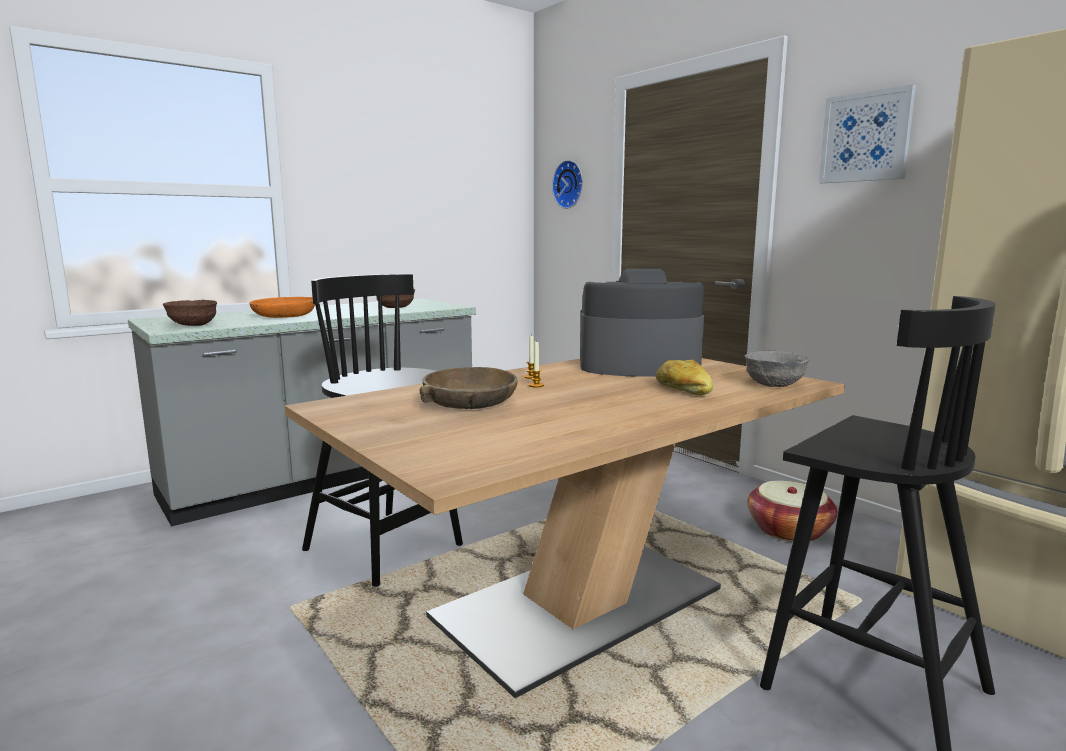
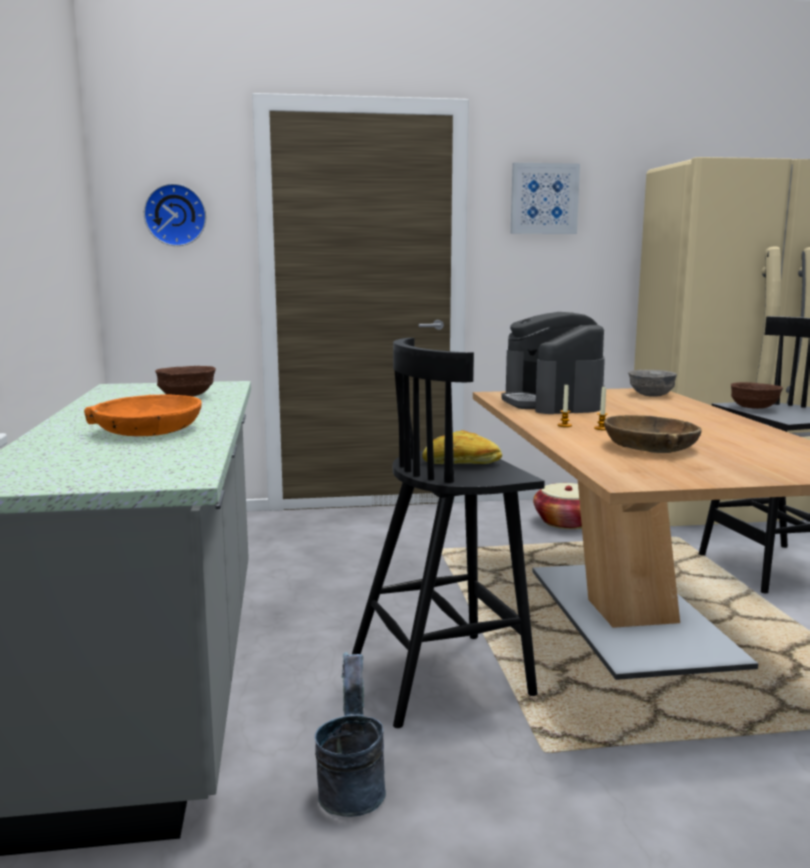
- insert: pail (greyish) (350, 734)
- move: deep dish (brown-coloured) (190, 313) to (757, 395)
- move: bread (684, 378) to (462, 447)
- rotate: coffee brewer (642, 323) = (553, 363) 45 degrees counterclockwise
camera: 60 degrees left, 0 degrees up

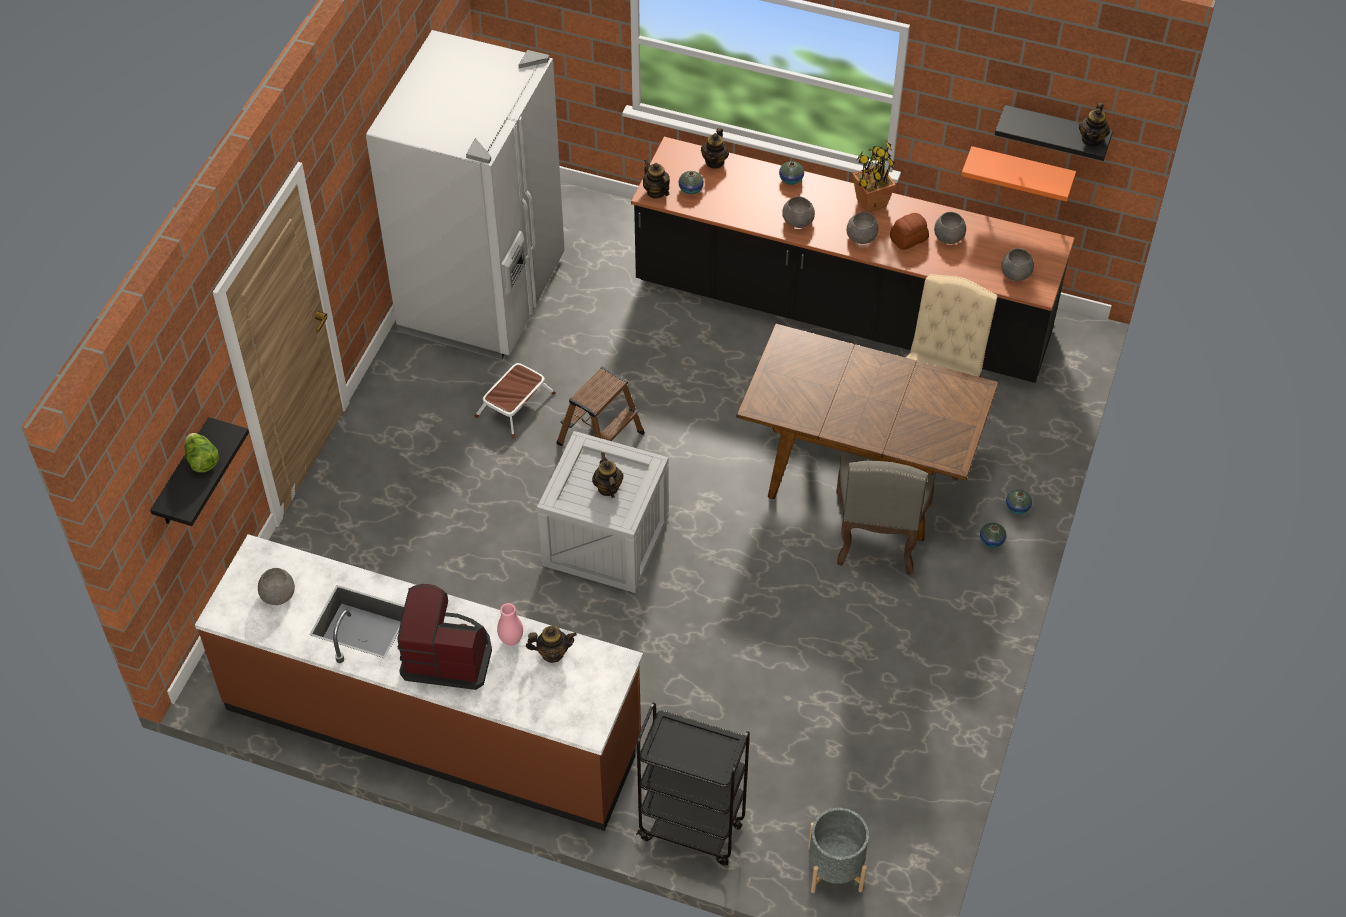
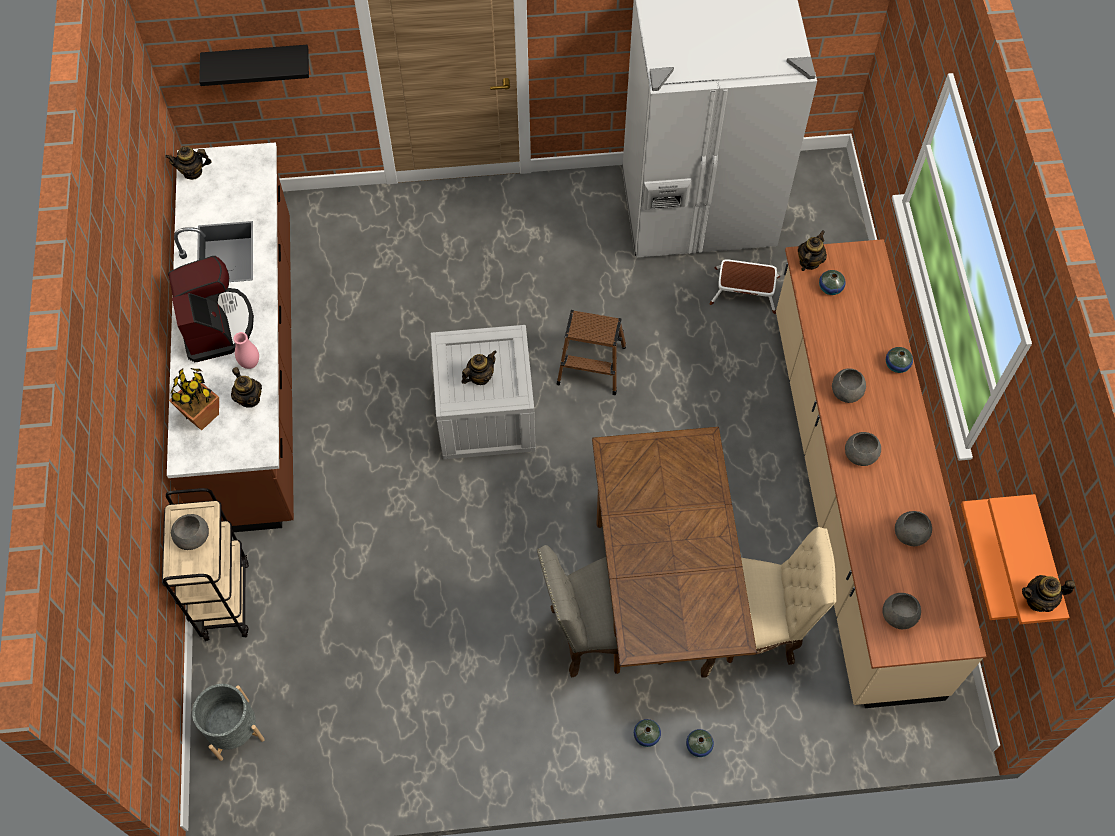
- delete: lettuce head (202, 452)
- delete: bread (909, 231)
- move: deep dish (greyish) (276, 586) to (190, 532)
- move: step stool (brown-coloured) (515, 401) to (744, 286)
- move: teapot (715, 148) to (188, 163)
- move: potted plant (874, 177) to (194, 399)
- recolor: counter (black-coloured) (853, 260) to counter (beige) (881, 473)
- recolor: wheeled cart (black-coloured) (693, 784) to wheeled cart (beige) (205, 564)
- recolor: wall shelf (black-coloured) (1054, 133) to wall shelf (orangey) (1028, 559)
camera: 65 degrees right, 10 degrees up

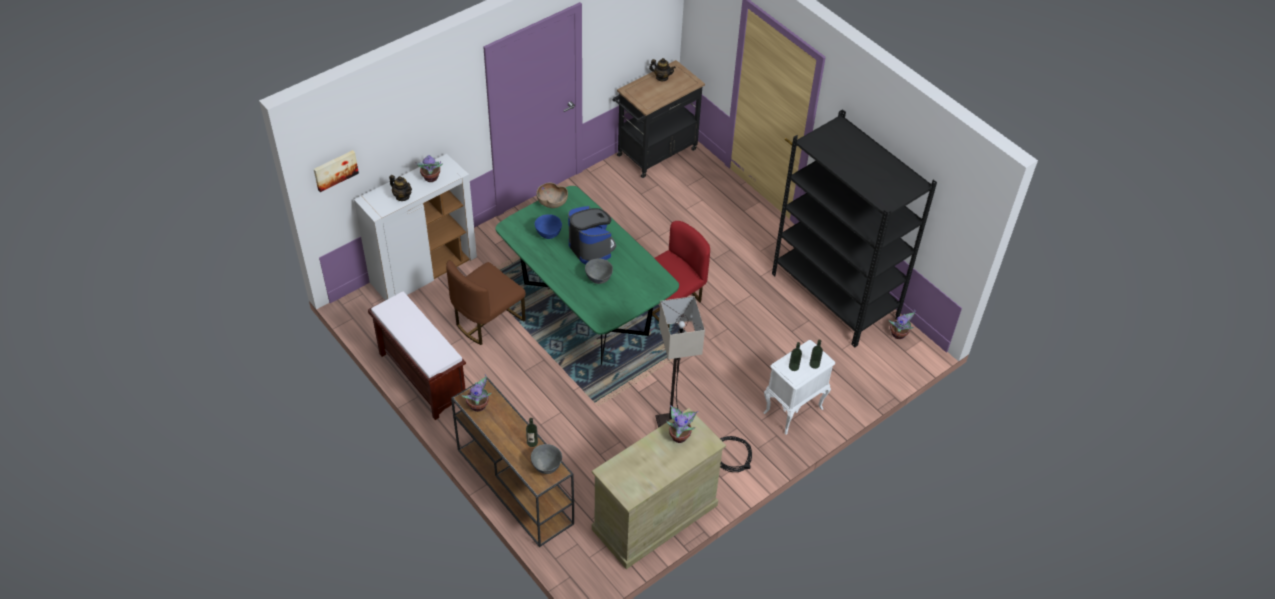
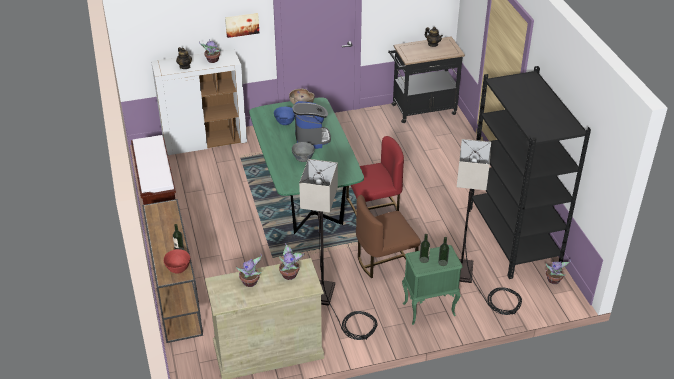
- insert: standard lamp (489, 227)
- move: picture (336, 171) to (242, 25)
- move: plain chair (brown-coloured) (486, 302) to (388, 236)
- move: potted plant (476, 393) to (249, 270)
- recolor: deep dish (greyish) (546, 459) to deep dish (red) (177, 261)
- recolor: nightstand (white-coloured) (799, 387) to nightstand (greenish) (432, 285)
camera: 25 degrees right, 10 degrees down

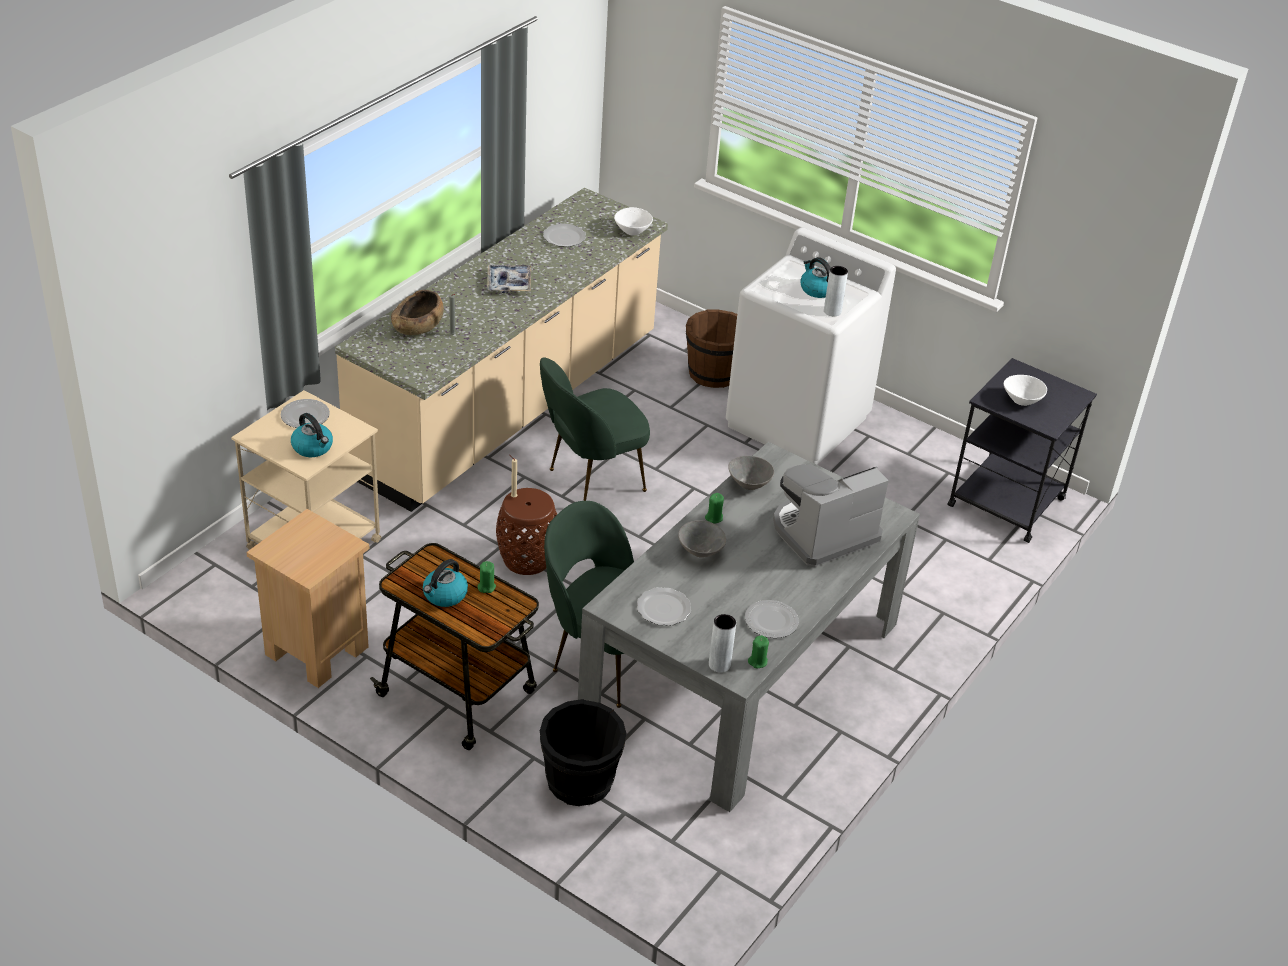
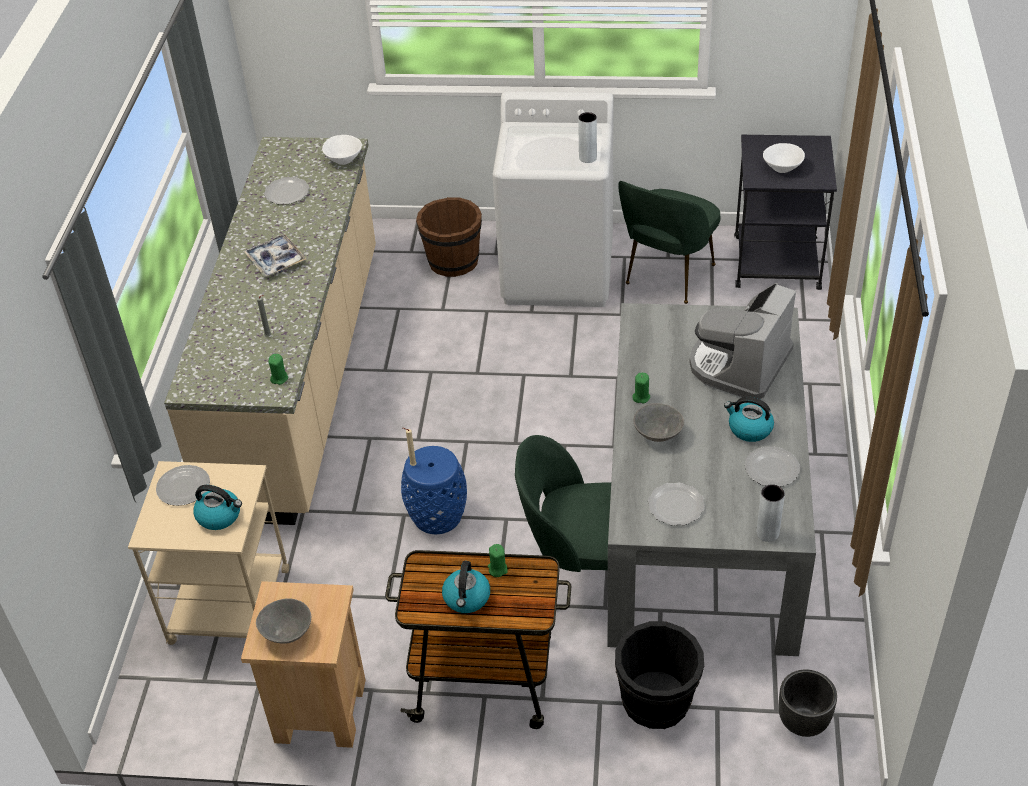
- delete: deep dish (brown-coloured) (417, 312)
- insert: planter (black-coloured) (807, 703)
- move: plain chair (greenish) (595, 429) to (669, 242)
- move: deep dish (greyish) (751, 473) to (283, 621)
- move: wax candle (greenish) (758, 651) to (278, 369)
- move: kettle (815, 277) to (749, 419)
- recolor: sitting stool (brown-coloured) (526, 531) to sitting stool (bluish) (434, 490)
camera: 25 degrees left, 5 degrees up

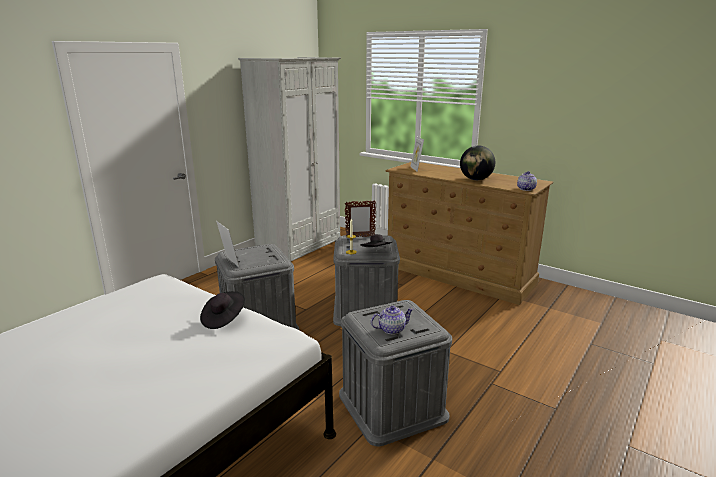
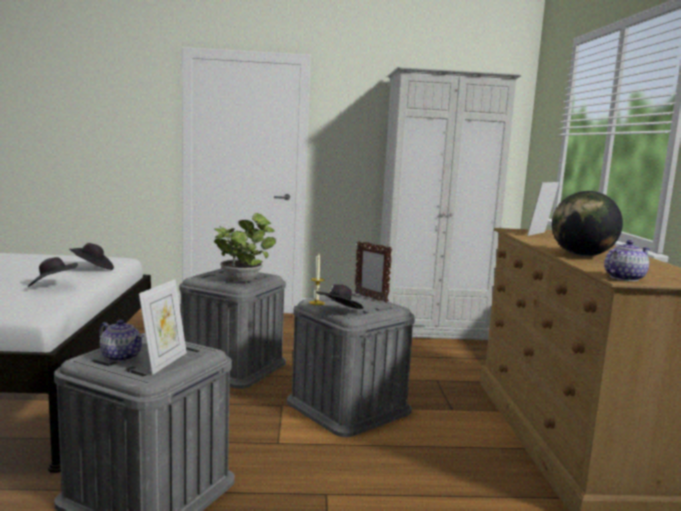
- insert: wearable hat (black-coloured) (91, 256)
- insert: potted plant (244, 247)
- move: standing frame (228, 244) to (163, 327)
camera: 50 degrees right, 10 degrees down

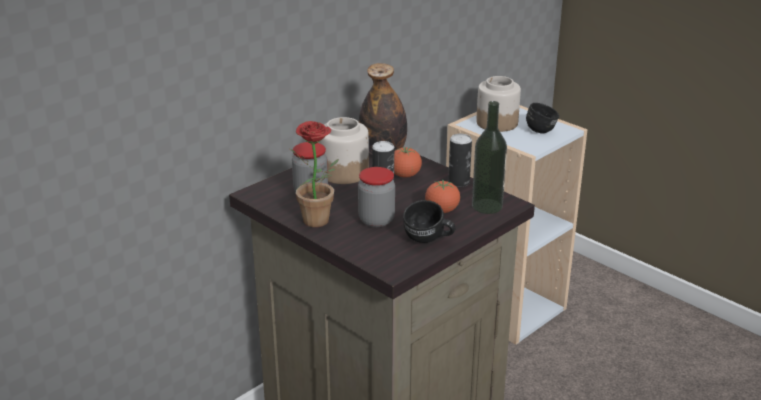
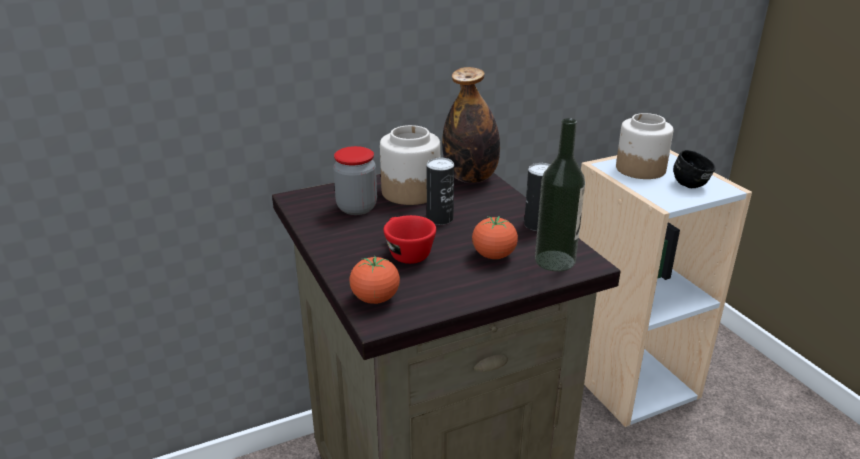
- delete: potted plant (314, 174)
- delete: mug (black-coloured) (429, 221)
- move: tomato (408, 162) to (374, 280)
- replace: preserve jar (376, 197) to small cup (red) (410, 239)
camera: 20 degrees right, 0 degrees up

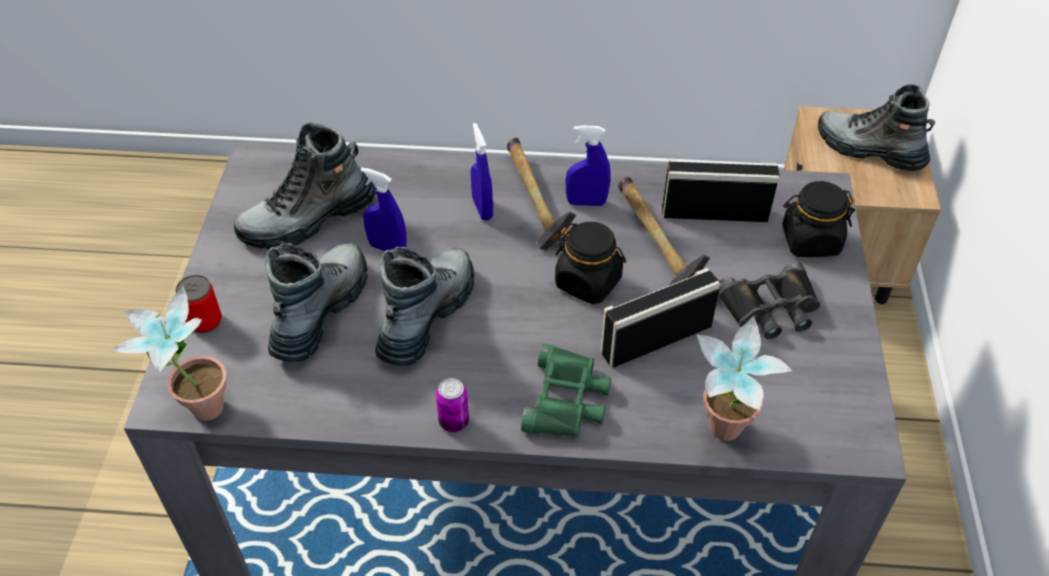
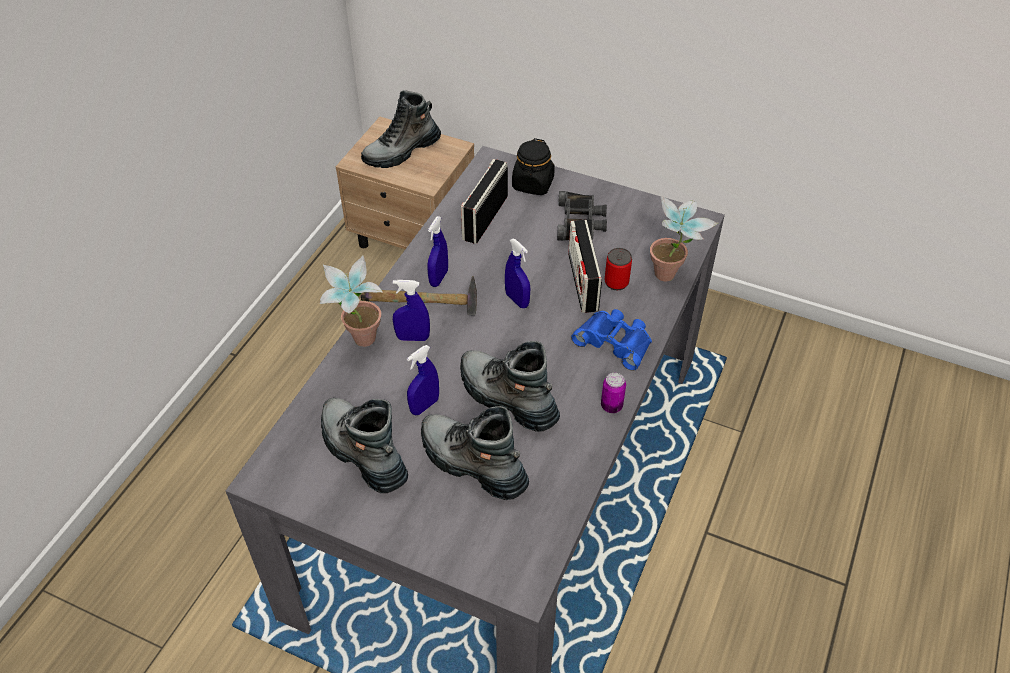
- delete: hammer (664, 231)
- move: potted plant (168, 353) to (351, 301)
- move: can (199, 304) to (618, 269)
- replace: preserve jar (black-coloured) (590, 263) to sprayer (bluish) (518, 273)
- recolor: binoculars (greenish) (566, 390) to binoculars (bluish) (611, 340)
- rotate: tall boot (305, 185) = (364, 445) 150 degrees clockwise
camera: 70 degrees left, 0 degrees up

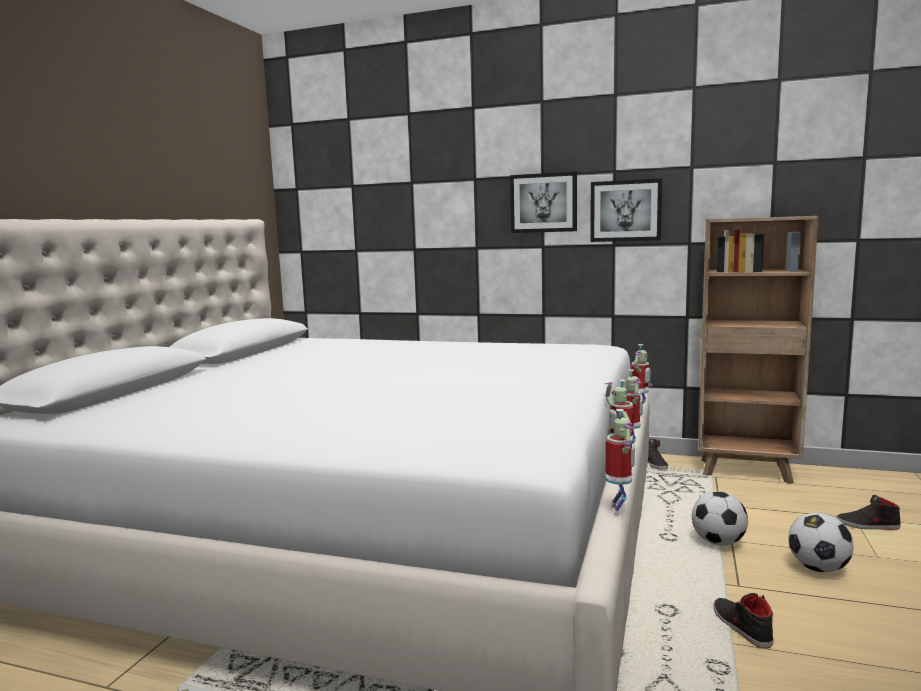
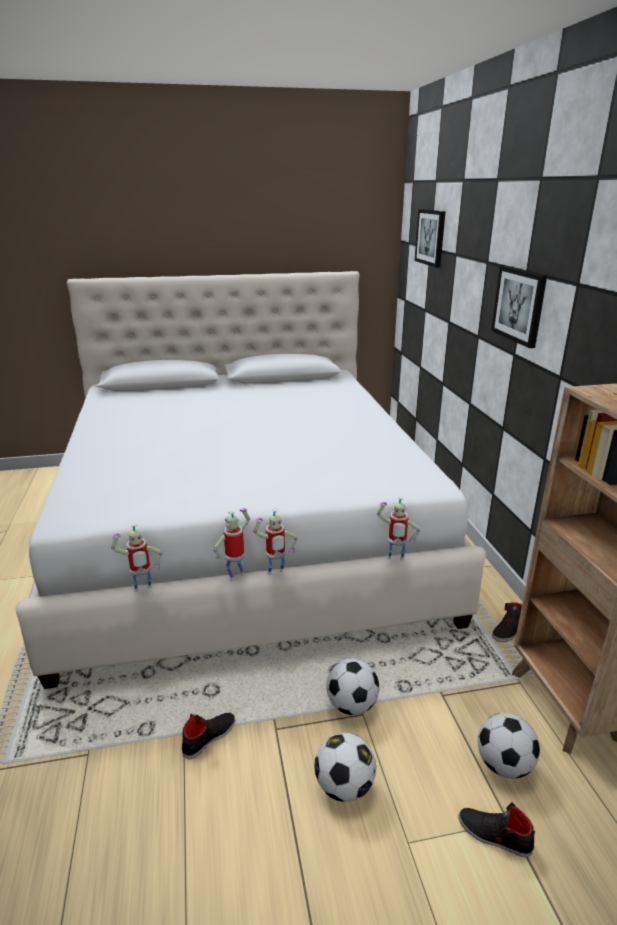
- insert: ball for football (509, 745)
- move: picture (626, 210) to (430, 238)
- rotate: low shoe (black-coloured) (868, 512) = (496, 829) 45 degrees counterclockwise
camera: 60 degrees right, 15 degrees up

